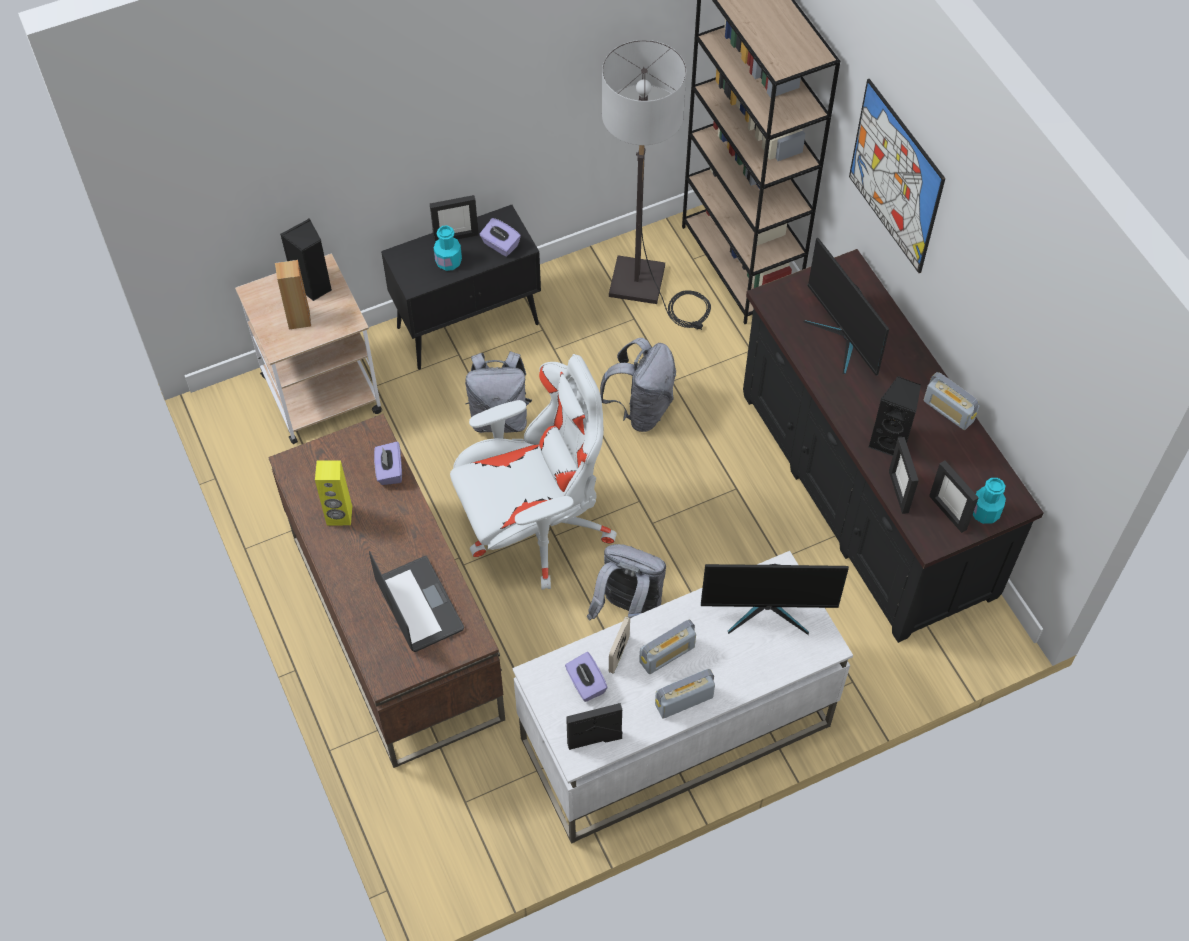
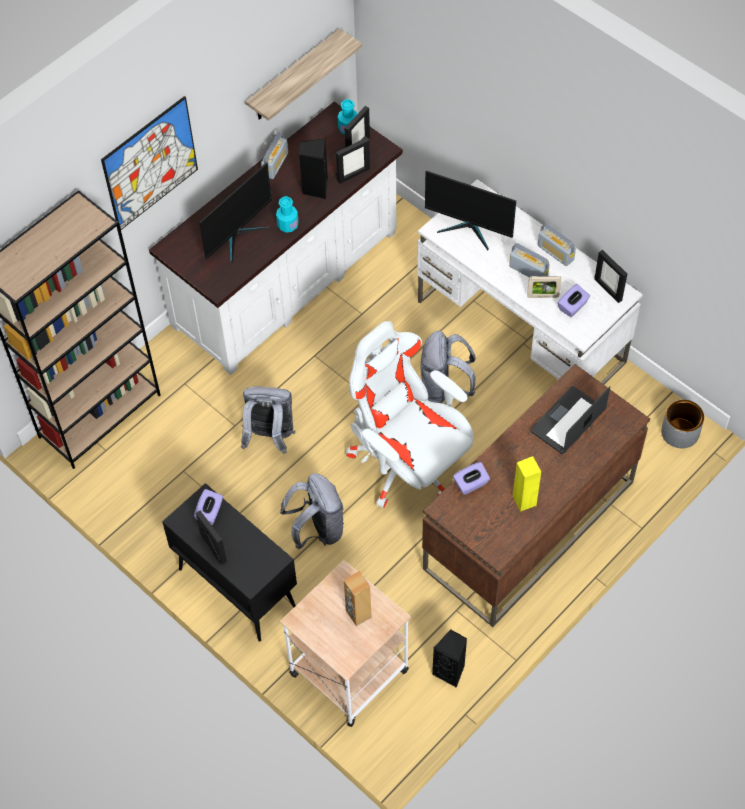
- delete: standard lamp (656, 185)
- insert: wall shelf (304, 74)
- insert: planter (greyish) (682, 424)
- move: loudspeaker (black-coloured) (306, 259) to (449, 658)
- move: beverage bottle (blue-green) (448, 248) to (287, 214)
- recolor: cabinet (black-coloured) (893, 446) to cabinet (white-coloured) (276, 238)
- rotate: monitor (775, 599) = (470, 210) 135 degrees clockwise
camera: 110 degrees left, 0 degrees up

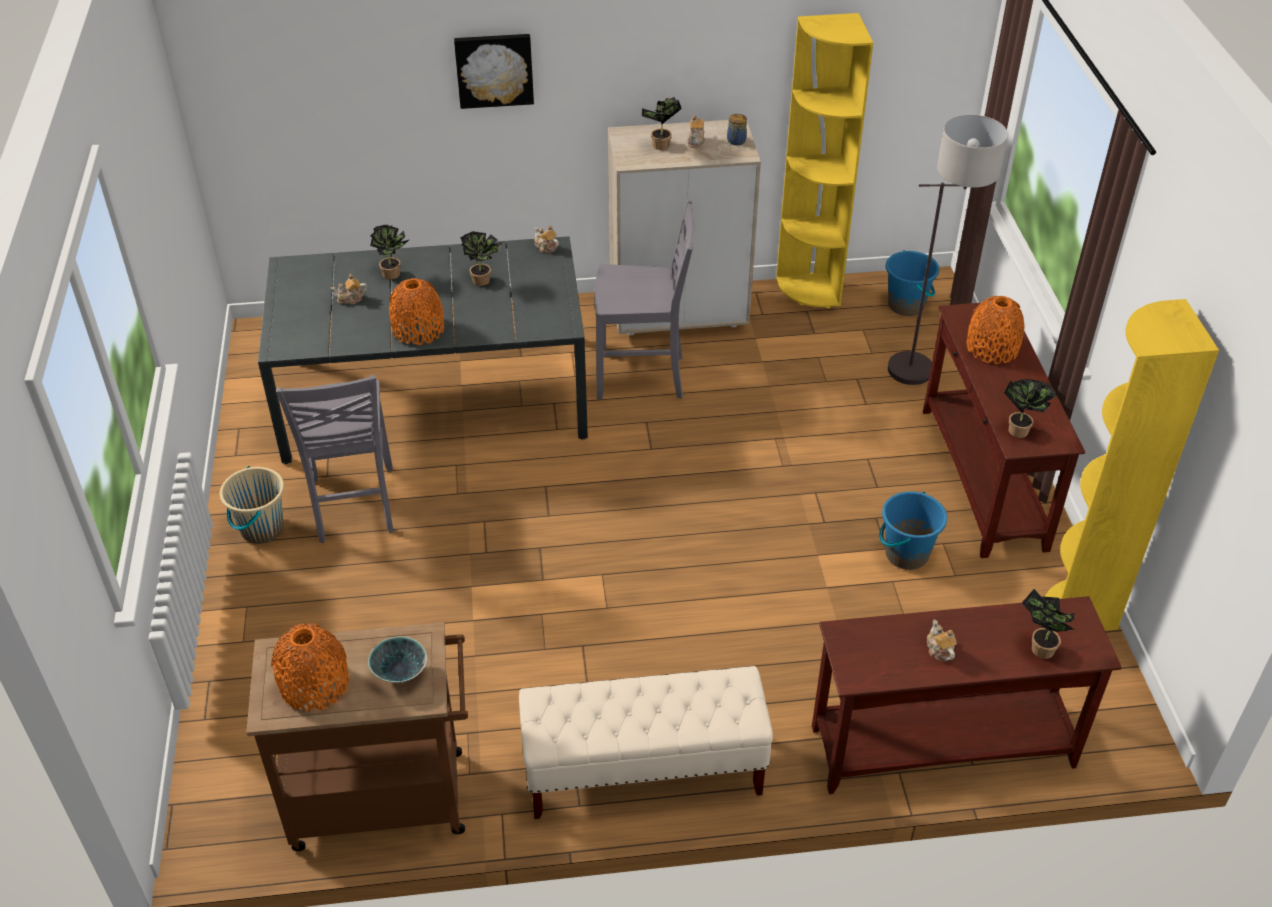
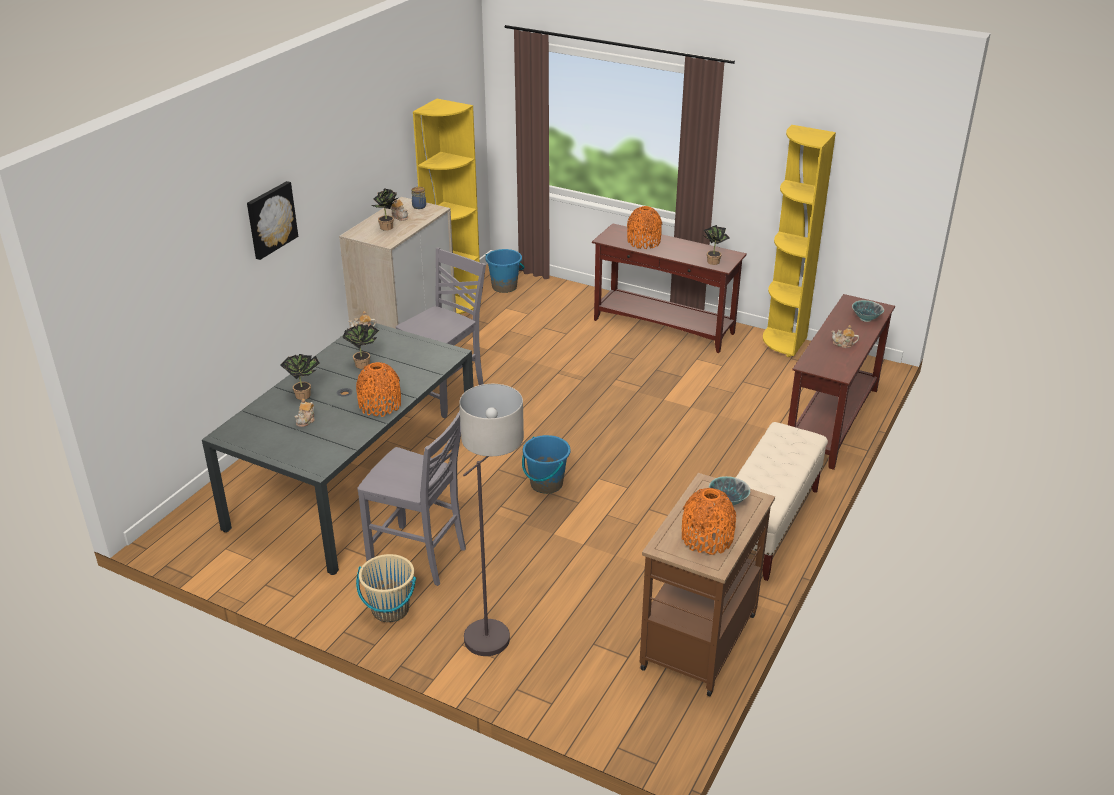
- move: pail (bluish) (913, 530) to (546, 464)
- move: standard lamp (greyish) (948, 250) to (491, 520)
- replace: potted plant (1048, 624) to deep dish (868, 311)
camera: 55 degrees left, 10 degrees down

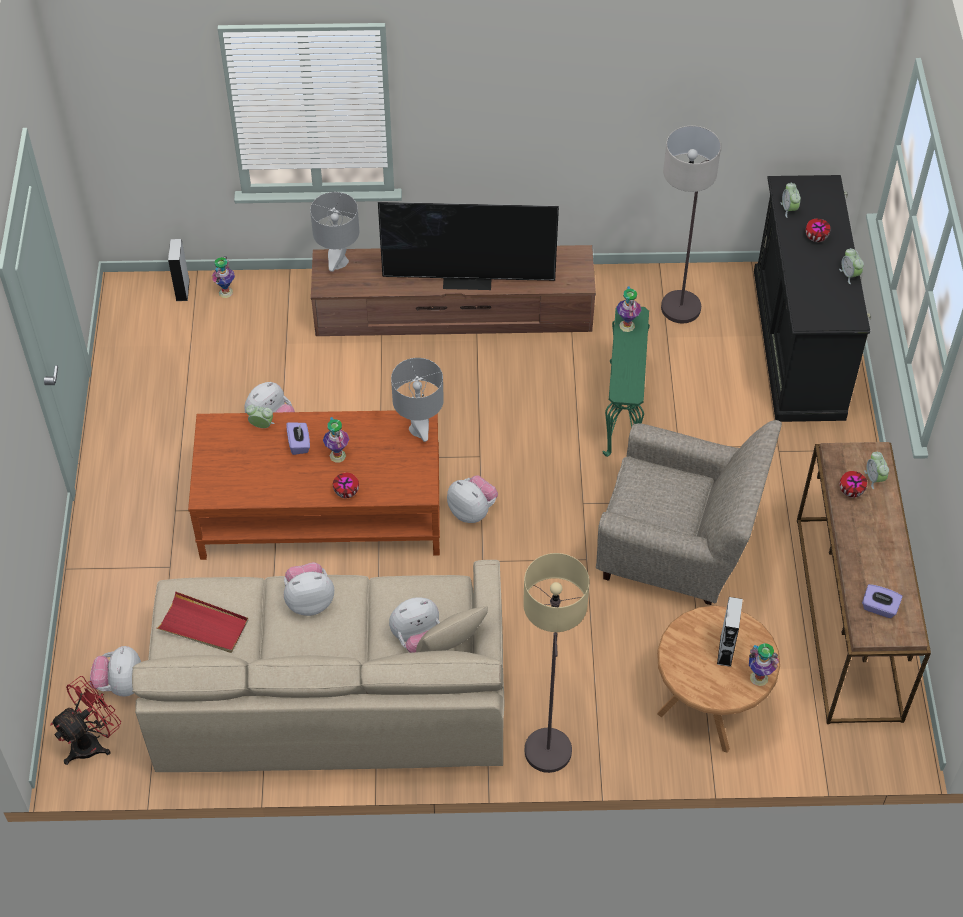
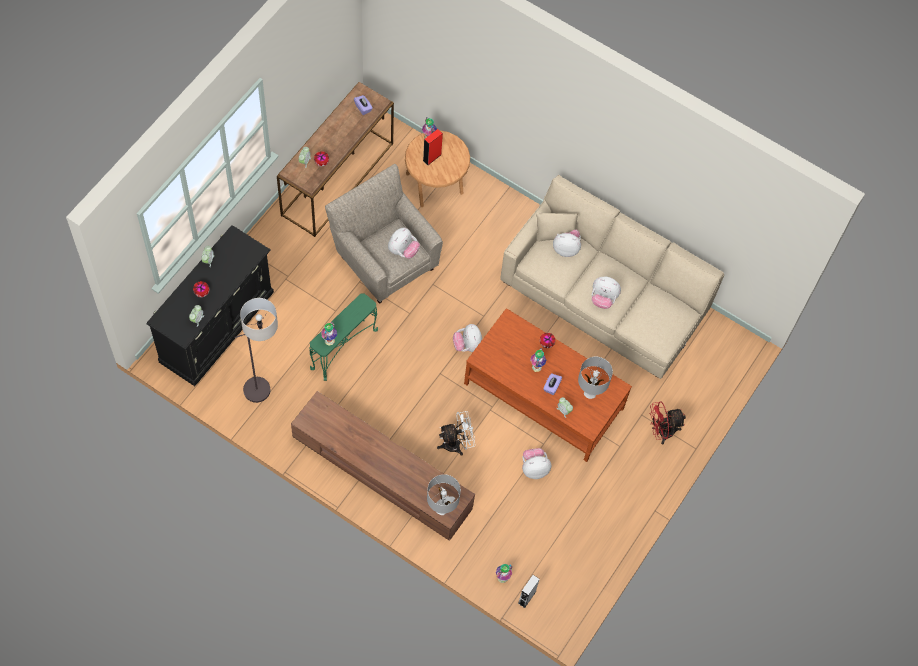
- delete: tray (red) (202, 622)
- delete: TV set (468, 246)
- delete: standard lamp (beige) (556, 663)
- insert: electric fan (white-coloured) (456, 433)
- move: electric fan (red) (85, 720) to (667, 423)
- move: plush toy (115, 671) to (404, 243)
- move: table lamp (greyish) (417, 400) to (595, 378)
- recolor: loudspeaker (greyish) (730, 632) to loudspeaker (red) (433, 147)
camera: 150 degrees left, 10 degrees up

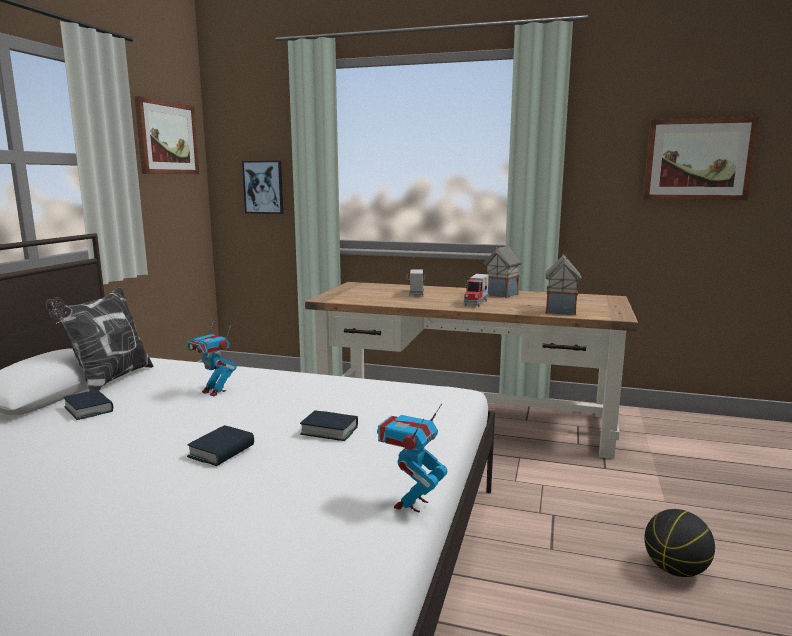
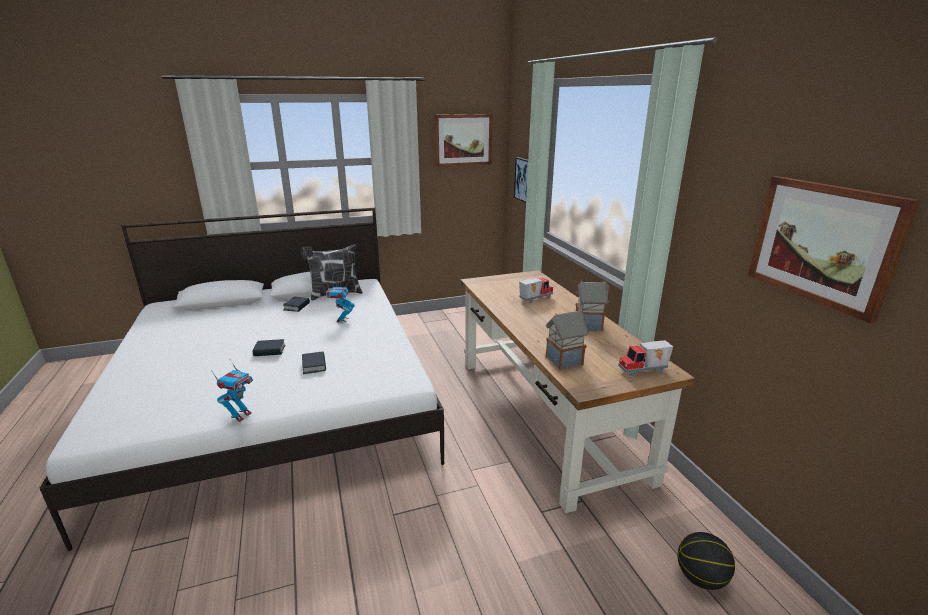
- move: model truck (476, 290) to (645, 358)
- move: basketball (679, 543) to (706, 561)
- rotate: robot figure (412, 458) = (232, 391) 120 degrees clockwise
camera: 55 degrees right, 10 degrees up

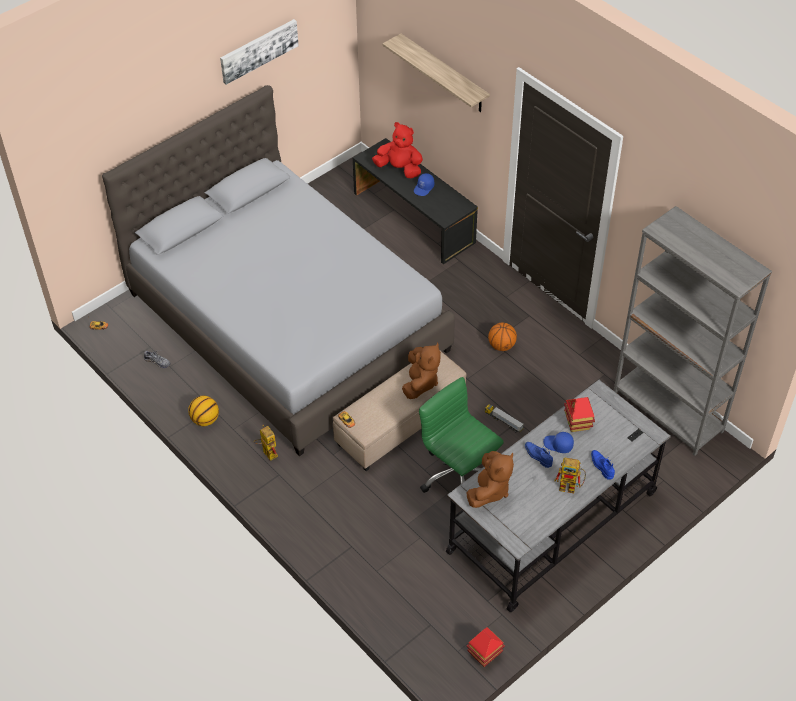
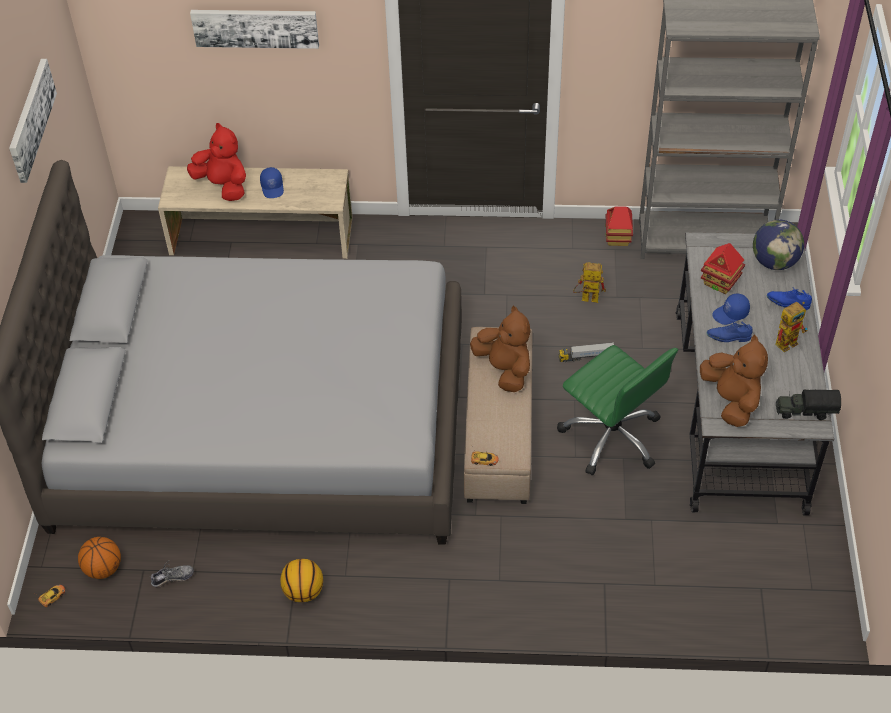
- insert: globe (778, 245)
- insert: model truck (808, 405)
- move: robot figure (266, 443) to (589, 282)
- move: miniature house (486, 647) to (619, 226)
- move: basketball (502, 337) to (99, 558)
- replace: wall shelf (436, 72) to picture (254, 29)
- recolor: indoor bench (black-coloured) (415, 201) to indoor bench (beige) (255, 212)
- rotate: plush toy (red) (397, 150) = (216, 162) 60 degrees clockwise
- rotate: computer chair (greenish) (461, 435) = (617, 410) 135 degrees counterclockwise
camera: 45 degrees left, 0 degrees up

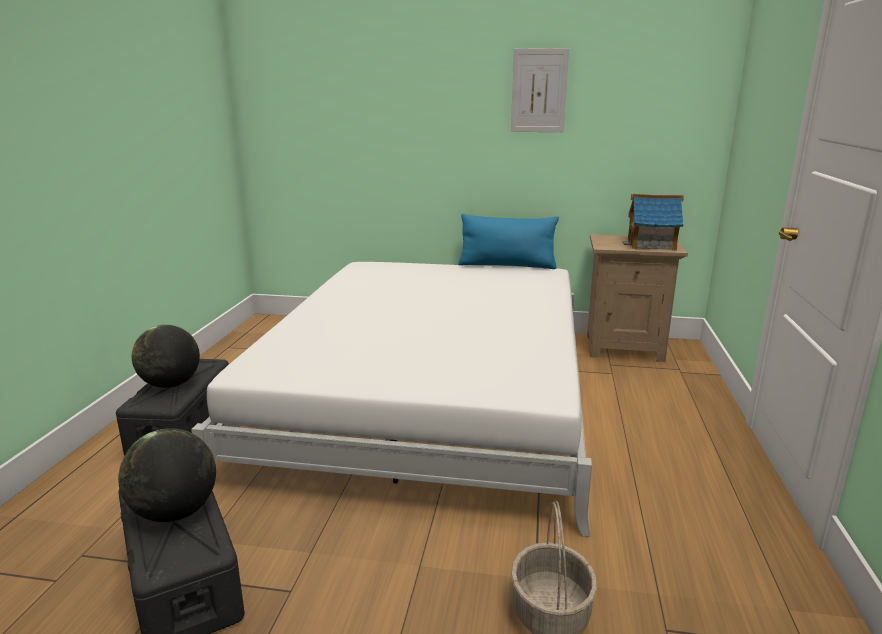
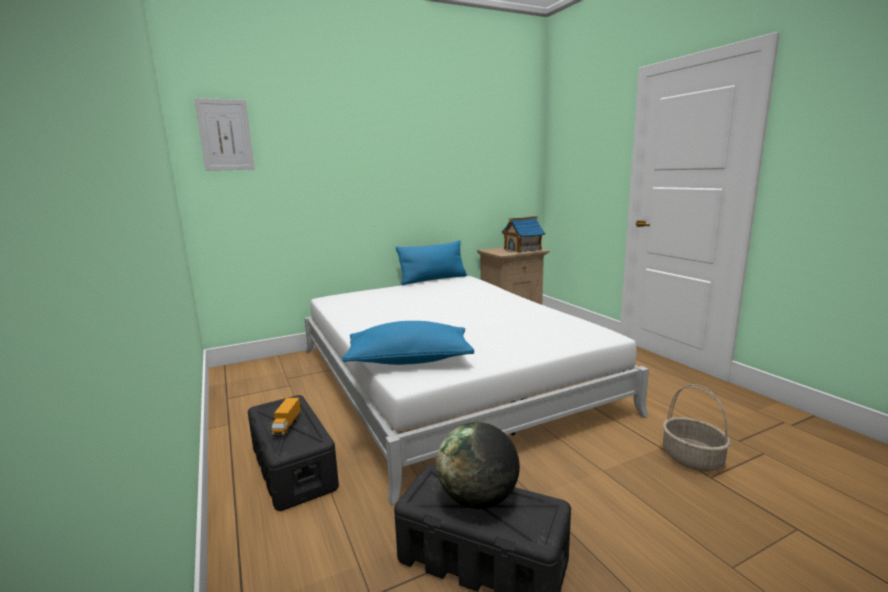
- insert: pillow (bluish) (408, 343)
- move: picture (540, 90) to (224, 134)
- replace: globe (166, 356) to model truck (286, 417)
camera: 35 degrees left, 5 degrees down

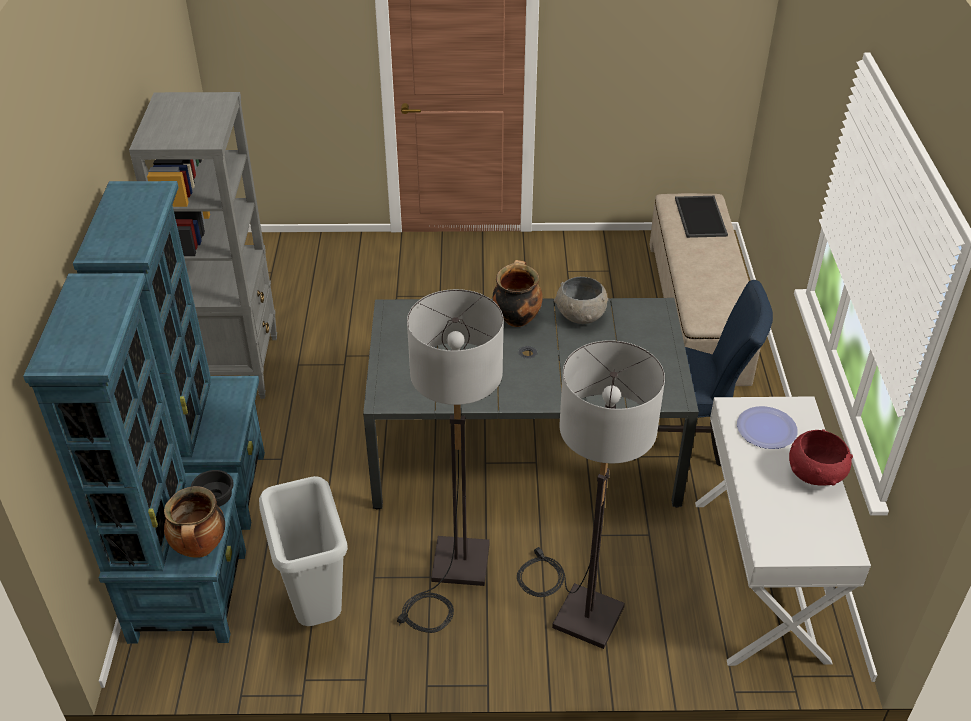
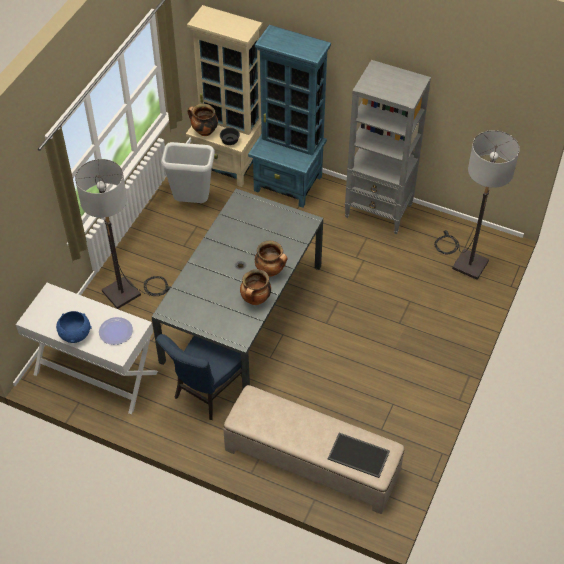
- move: standard lamp (450, 461) to (477, 205)
- replace: deep dish (greyish) (581, 300) to saucepot (255, 287)
- recolor: cabinet (bluish) (134, 458) to cabinet (beige) (224, 96)
- recolor: deep dish (red) (821, 457) to deep dish (bluish) (74, 327)
camera: 115 degrees right, 10 degrees up

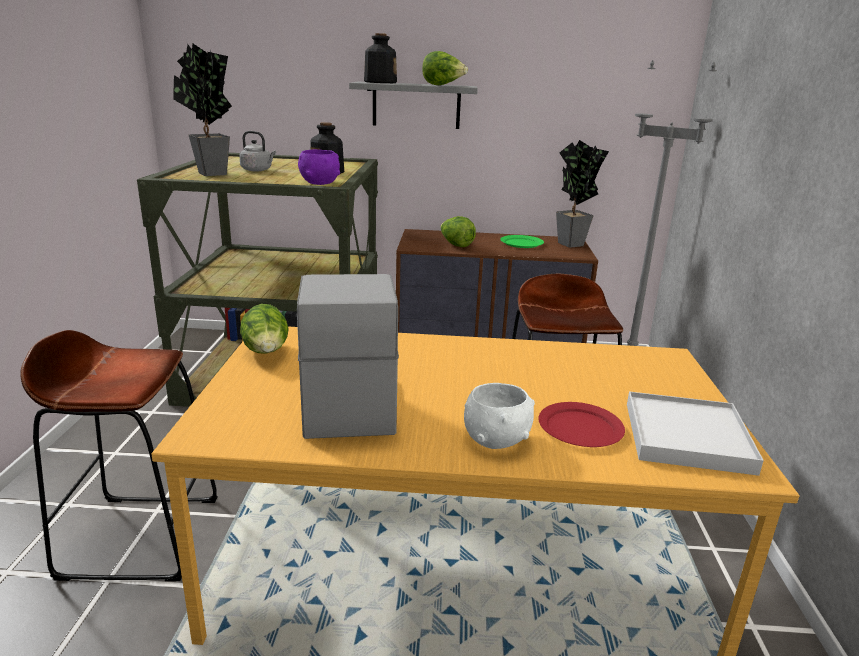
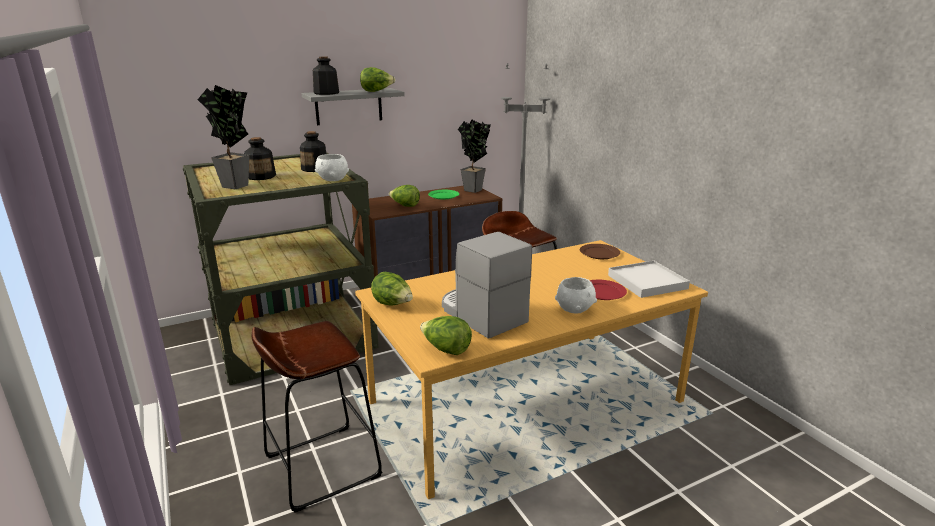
- insert: lettuce head (446, 335)
- insert: dinner plate (brown-coloured) (600, 251)
- replace: kettle (greyish) (257, 151) to beverage bottle (260, 158)
- recolor: deep dish (purple) (319, 167) to deep dish (white-coloured) (332, 167)
camera: 30 degrees left, 0 degrees up

